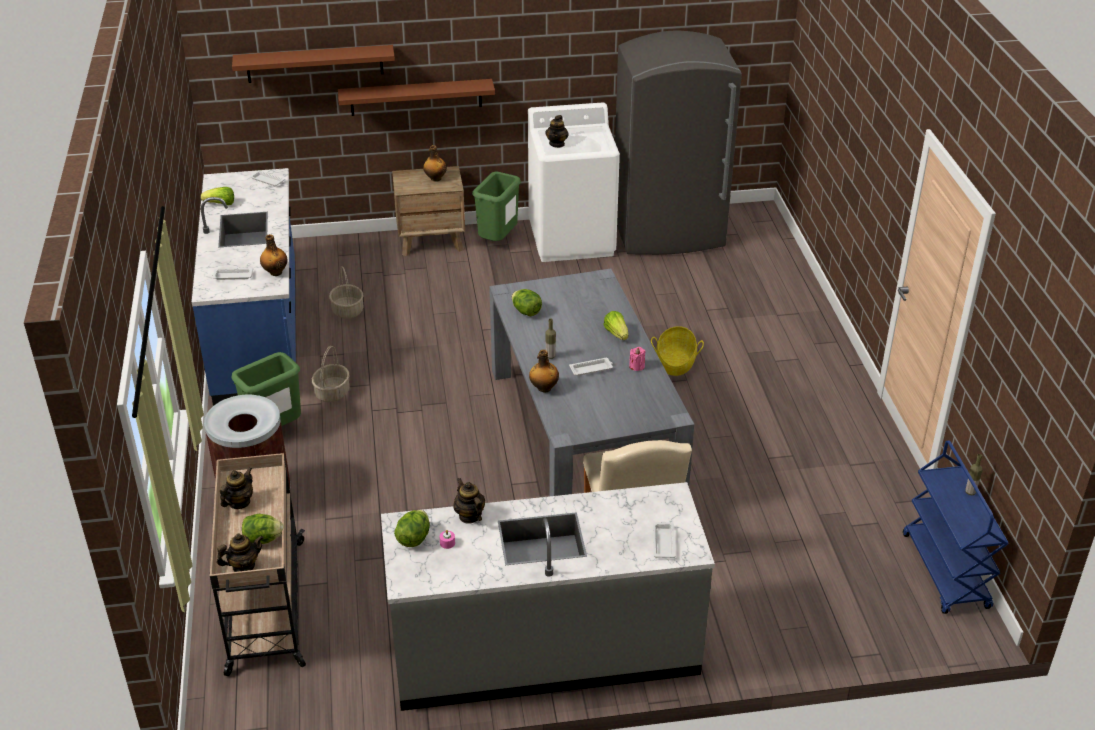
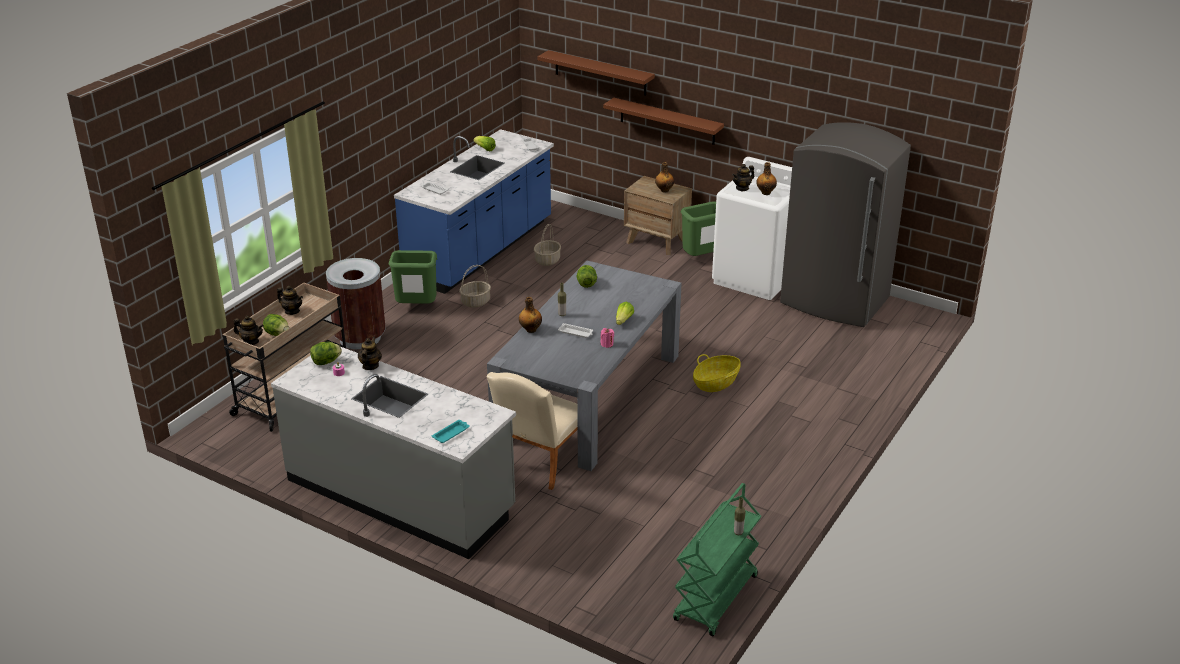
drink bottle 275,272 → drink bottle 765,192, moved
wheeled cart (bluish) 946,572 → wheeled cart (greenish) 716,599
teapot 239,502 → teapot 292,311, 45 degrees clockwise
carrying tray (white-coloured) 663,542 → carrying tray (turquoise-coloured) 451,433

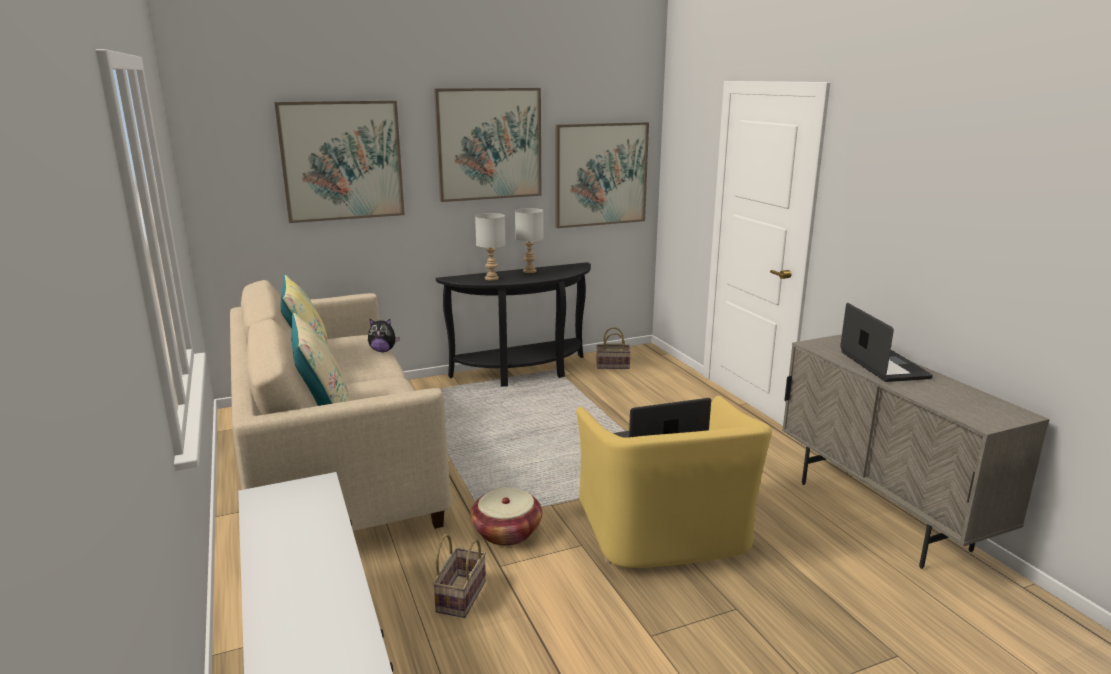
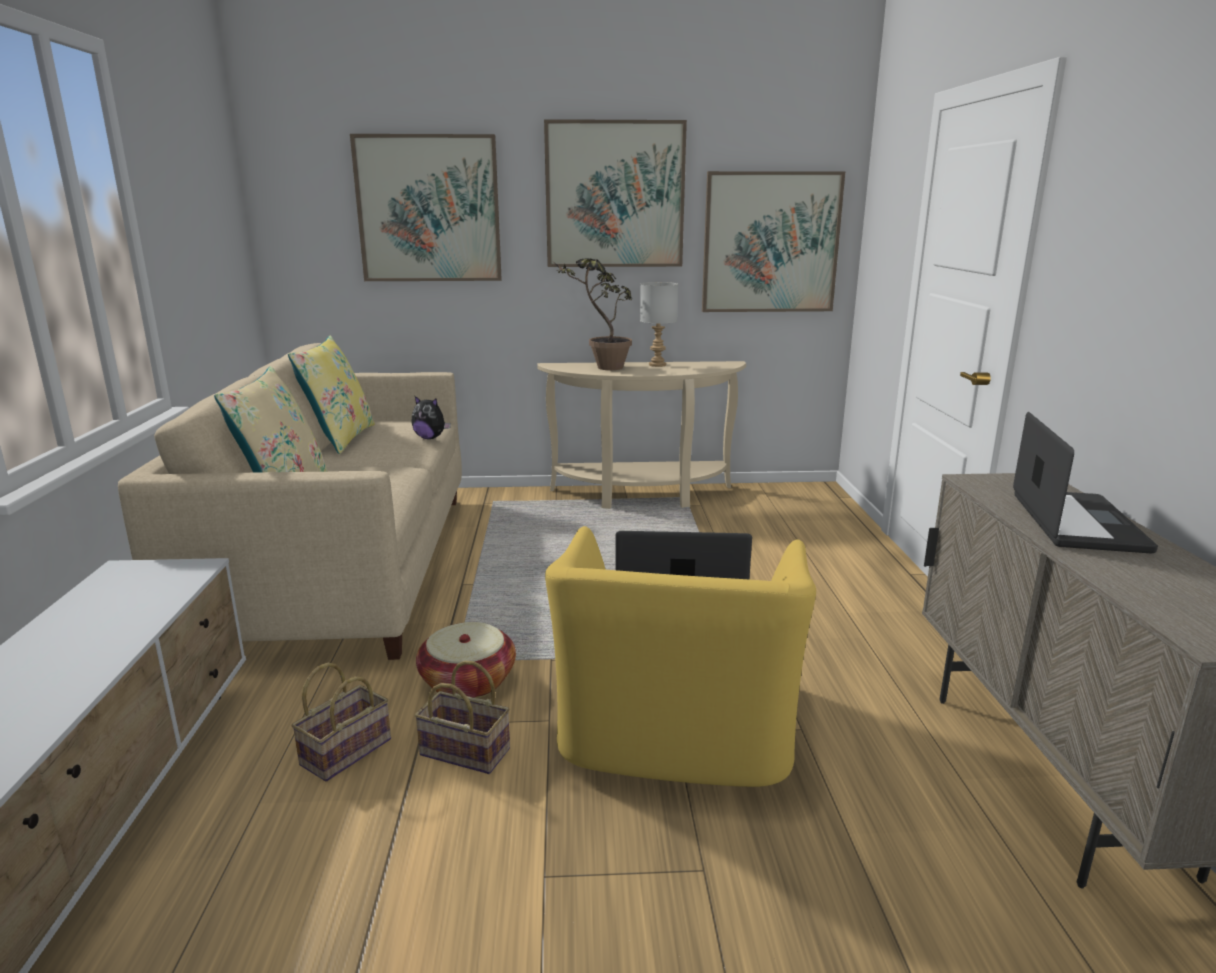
lamp for a table (greyish) 491,278 → plant in a pot 600,368
narrow table (blackish) 523,373 → narrow table (sand-coloured) 642,496
household basket 612,366 → household basket 462,752, moved

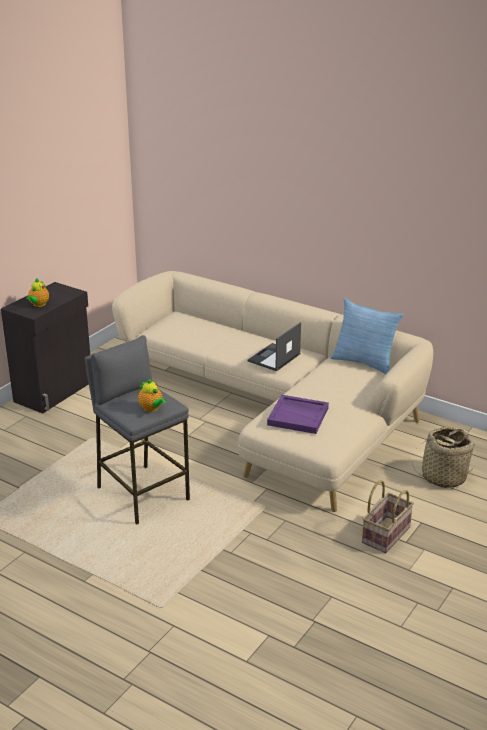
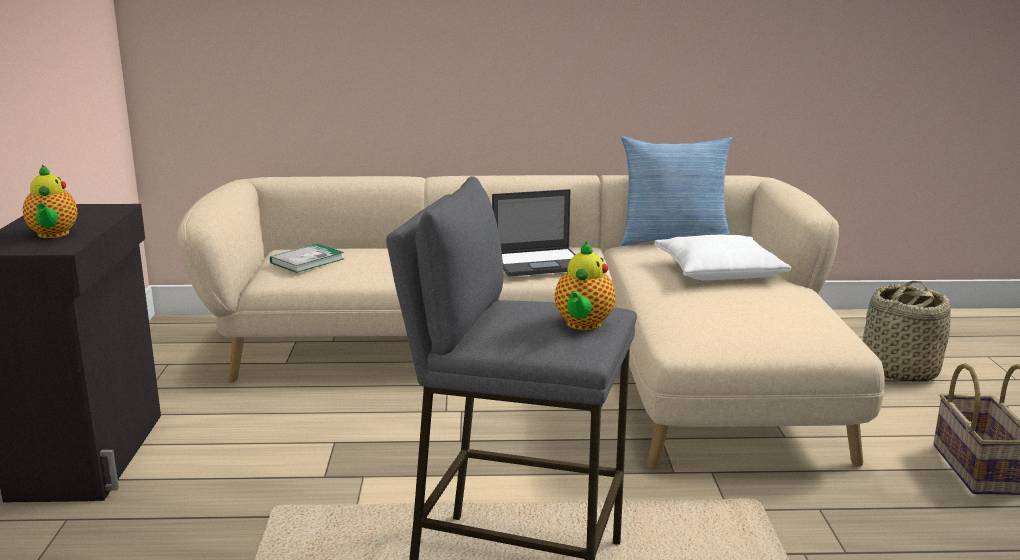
portable computer 274,358 → portable computer 540,263, 105 degrees counterclockwise
teapot 152,409 → teapot 583,325, 90 degrees clockwise
carrying tray (purplish) 298,416 → -
- → cushion (white-coloured) 718,270
- → volume 307,261

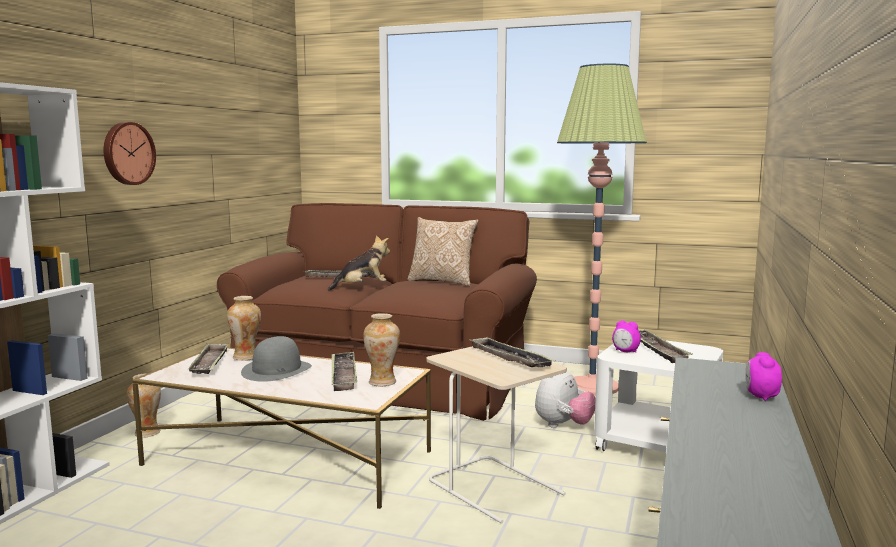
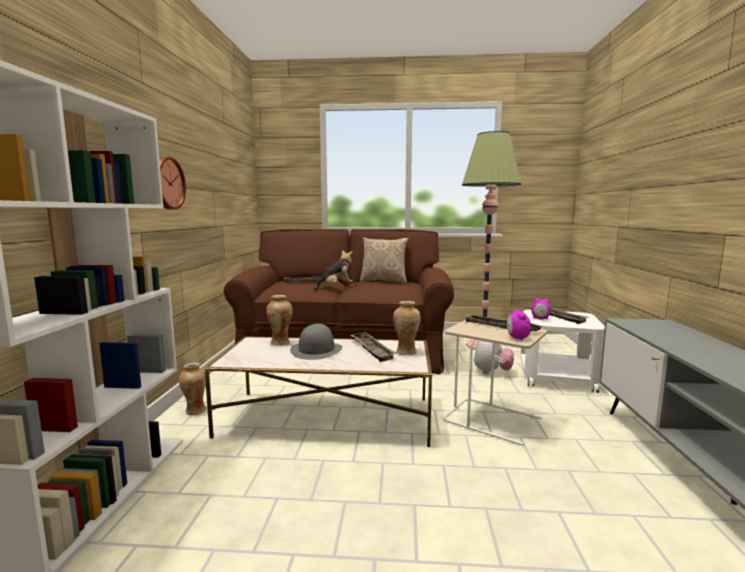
carrying tray 209,363 → -
alarm clock 761,397 → alarm clock 517,338, moved

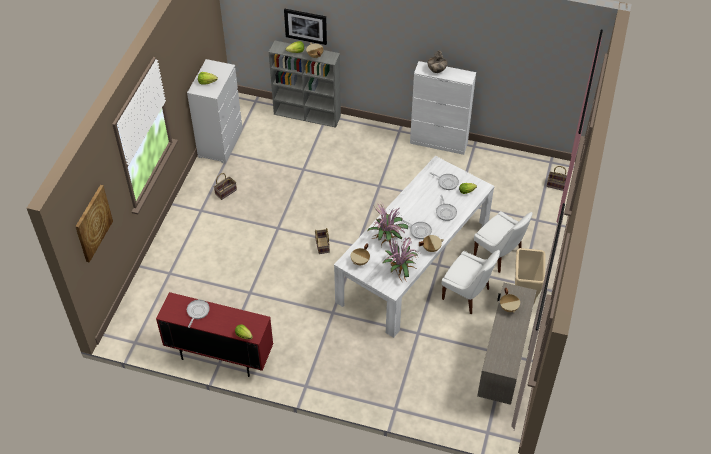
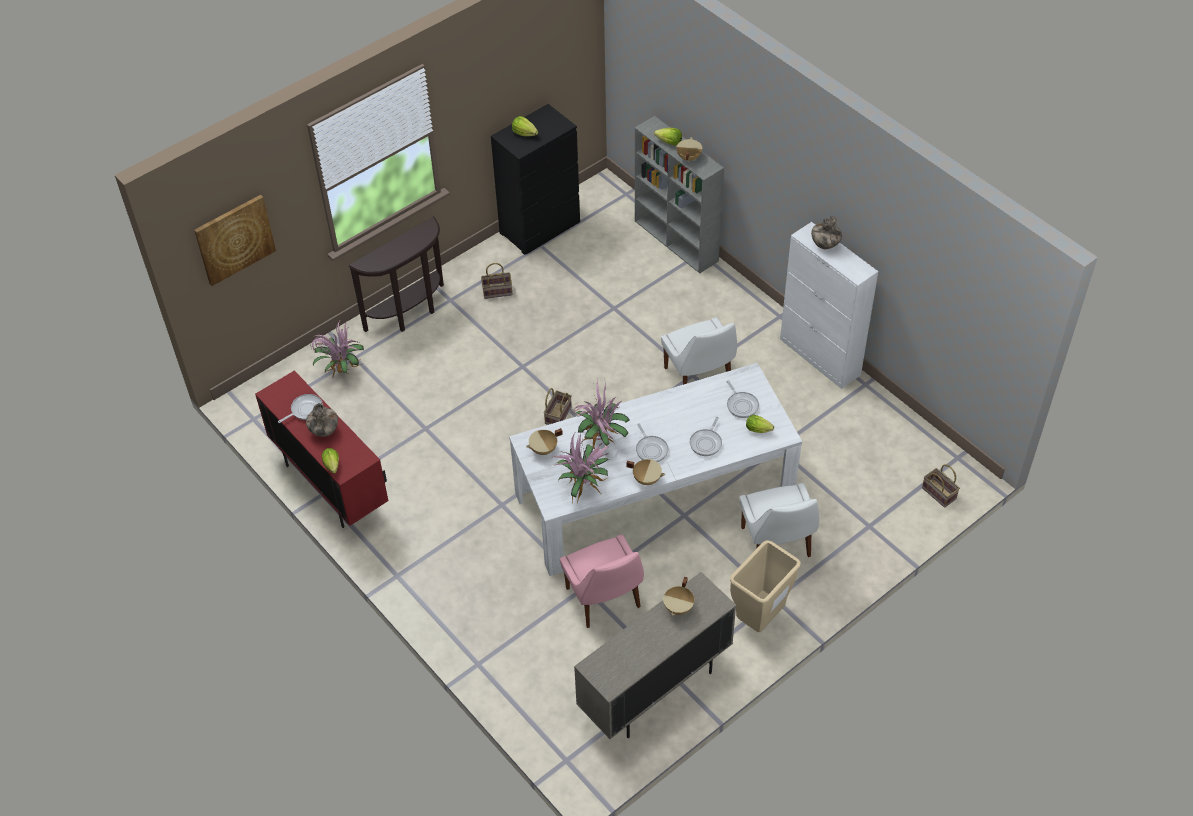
wall art 306,26 → -
chest of drawers (white-coloured) 220,143 → chest of drawers (blackish) 540,228
upright chair (white-coloured) 467,295 → upright chair (white-coloured) 699,377, moved
- → narrow table (brown-coloured) 410,313
- → plant in a pot 341,370
- → vase 324,430
- → upright chair (pinkish) 604,600

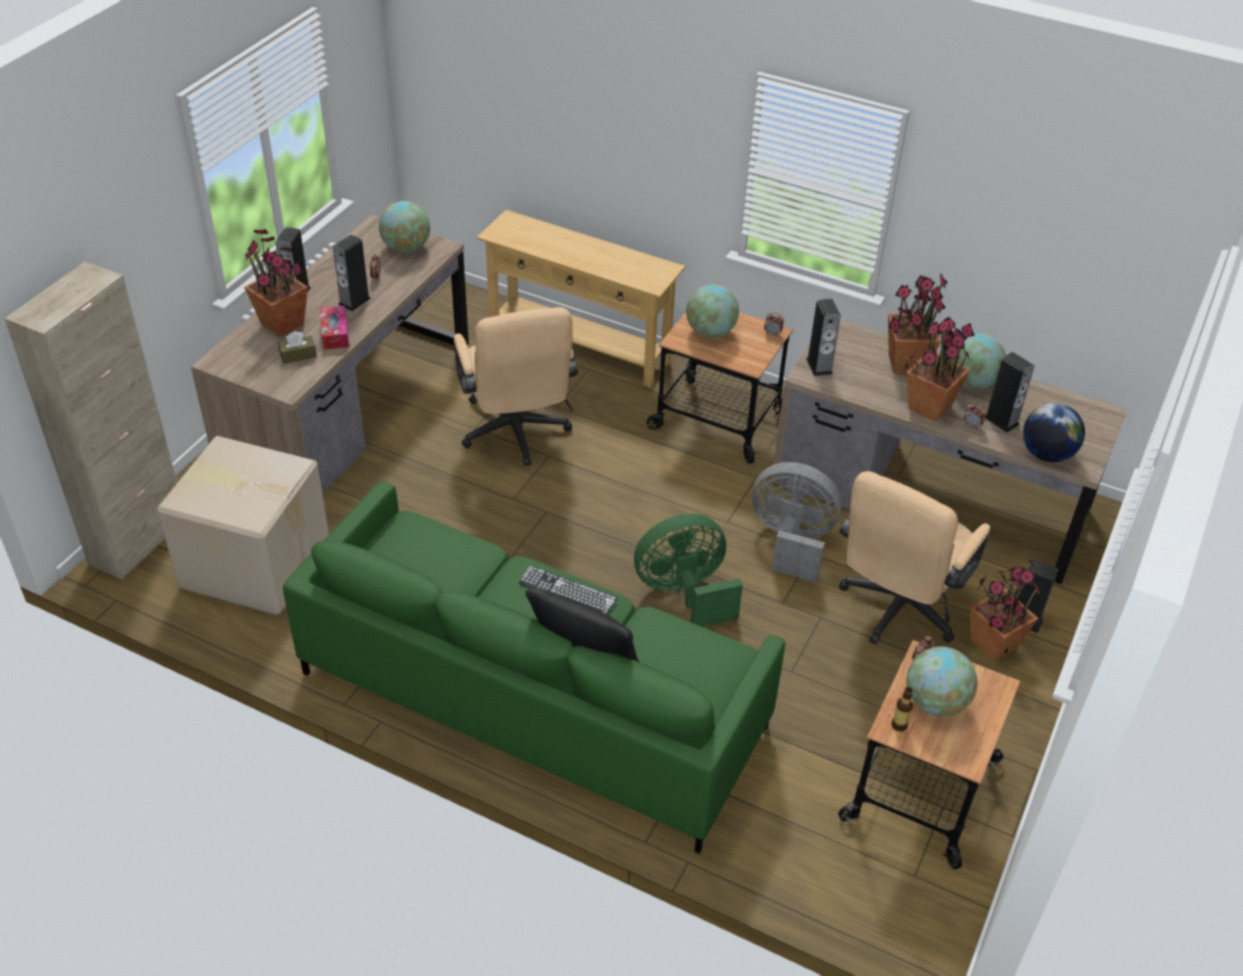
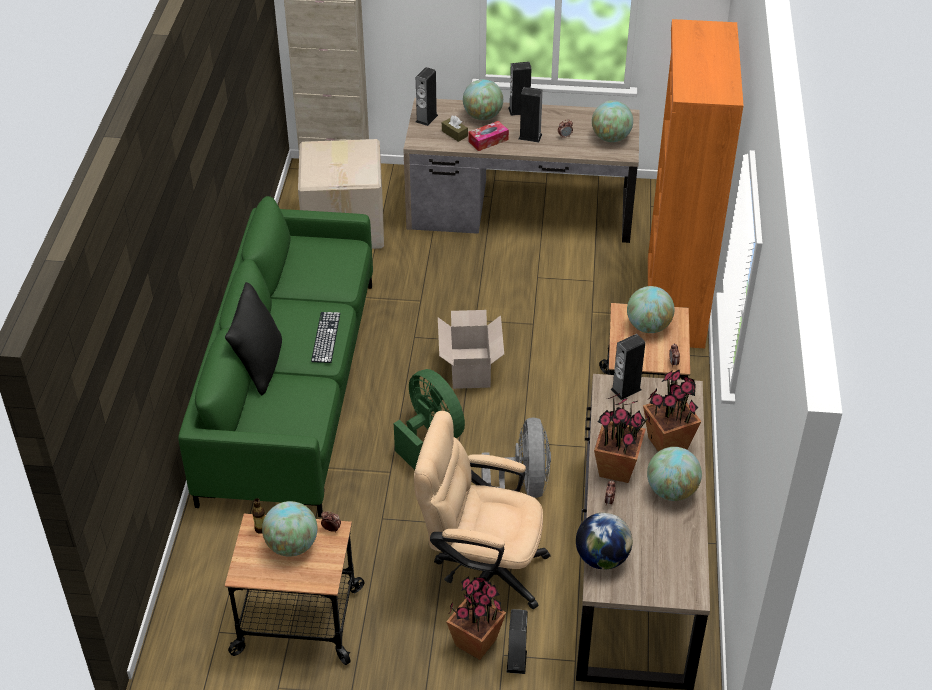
narrow table (sand-coloured) 579,346 → bookcase (orange-coloured) 674,301
plant in a pot 283,324 → globe 482,116
desk chair (sand-coloured) 516,435 → -
speaker 1001,420 → speaker 426,118, moved
- → carton 470,367

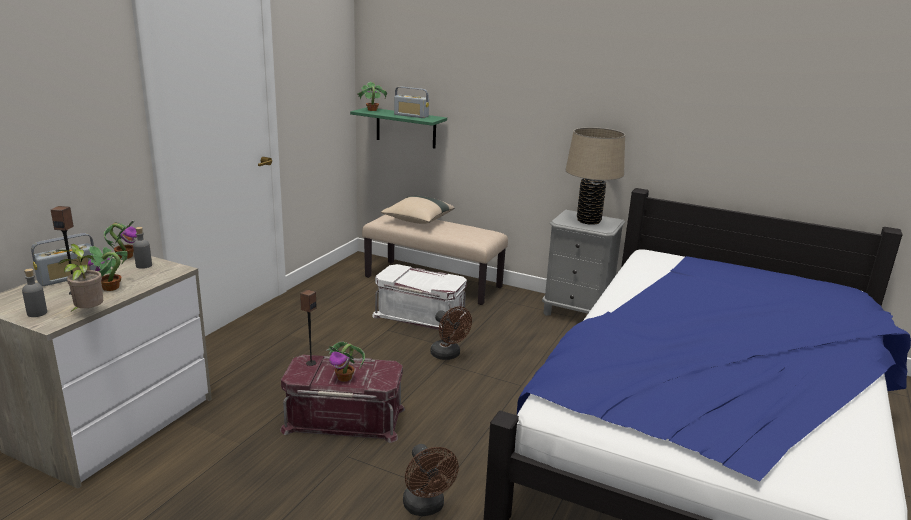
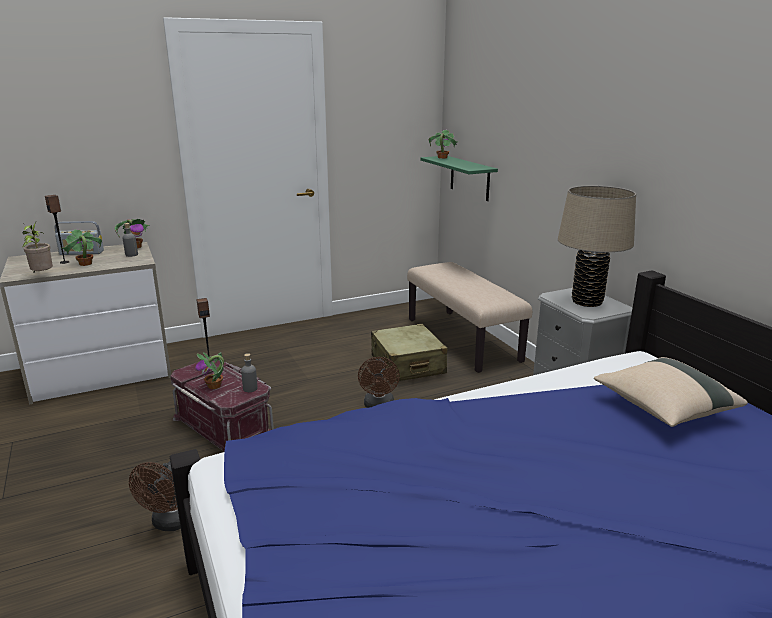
radio 411,115 → -
cushion (sand-coloured) 417,221 → cushion (sand-coloured) 663,408, moved
storage container (white-coloured) 420,315 → travel case (sand-coloured) 407,365
drink bottle (greyish) 37,313 → drink bottle (greyish) 250,388, moved

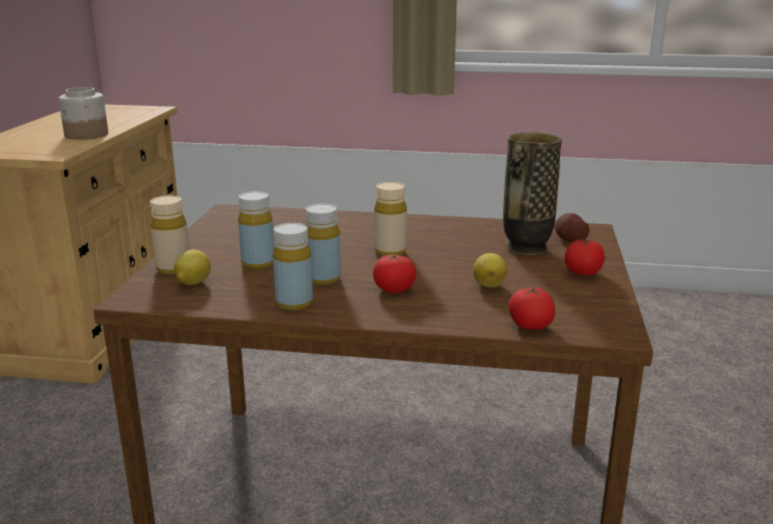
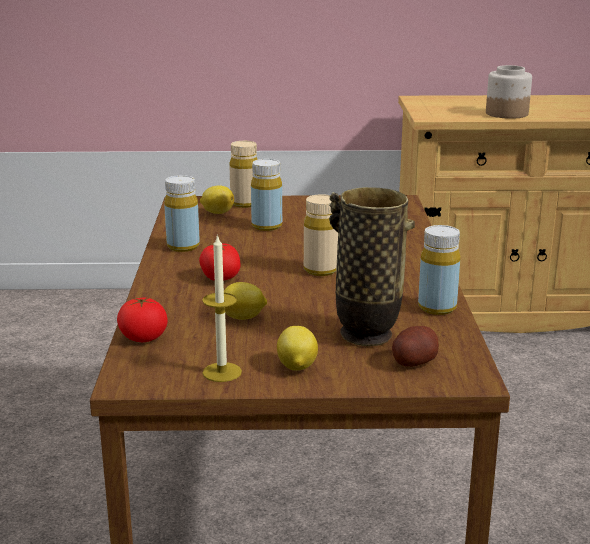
drink bottle (yellow) 323,279 → drink bottle (yellow) 437,308, moved
tomato 582,273 → citrus fruit 296,367
- → candle 222,372

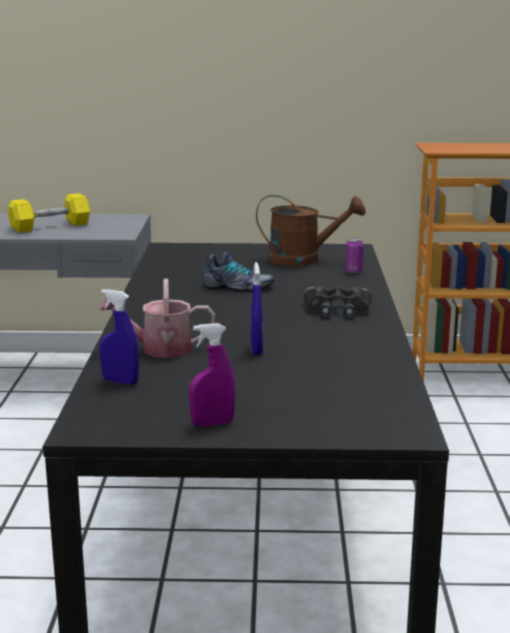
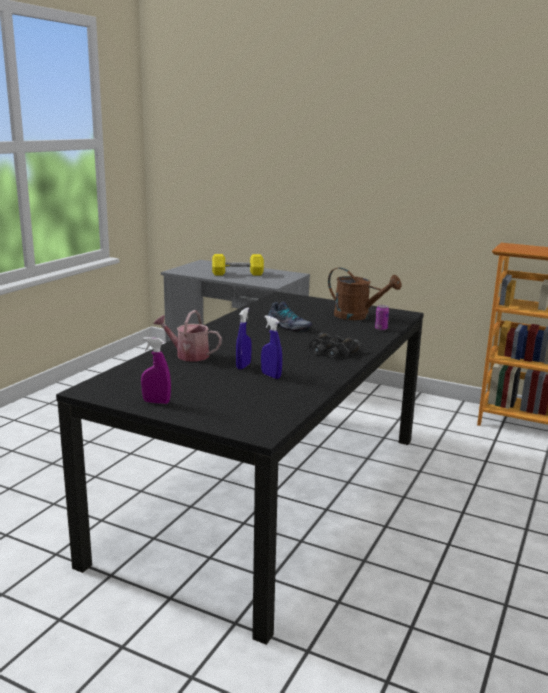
spray bottle (bluish) 120,382 → spray bottle (bluish) 271,376, moved

